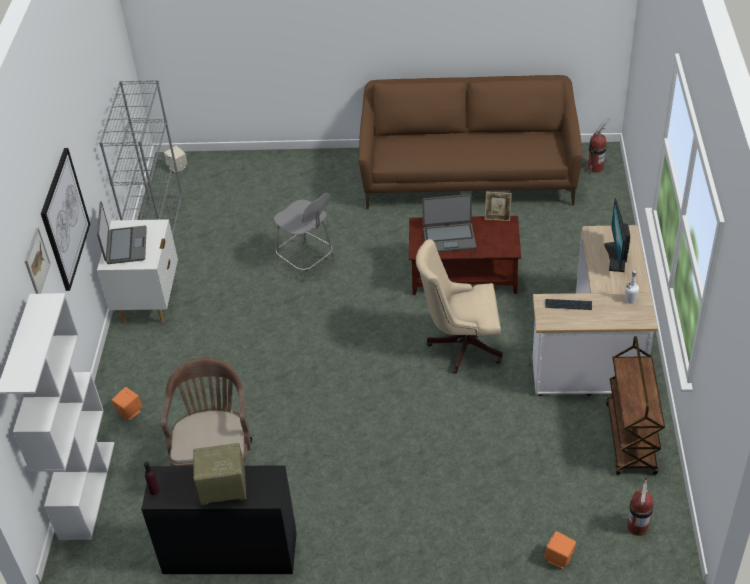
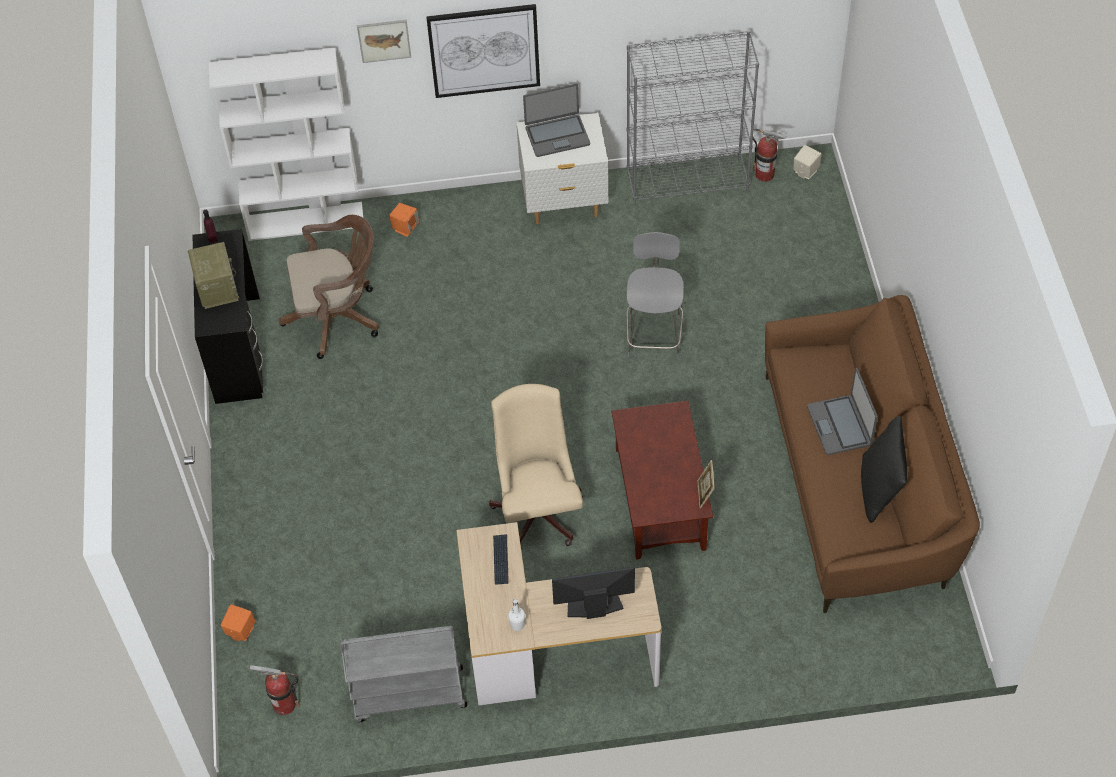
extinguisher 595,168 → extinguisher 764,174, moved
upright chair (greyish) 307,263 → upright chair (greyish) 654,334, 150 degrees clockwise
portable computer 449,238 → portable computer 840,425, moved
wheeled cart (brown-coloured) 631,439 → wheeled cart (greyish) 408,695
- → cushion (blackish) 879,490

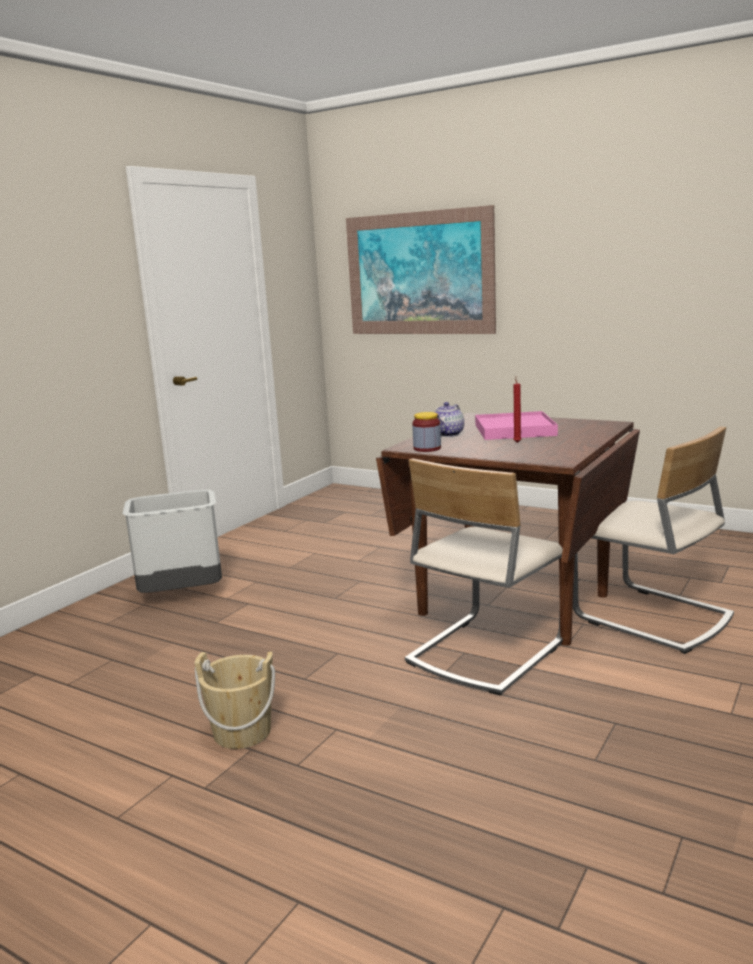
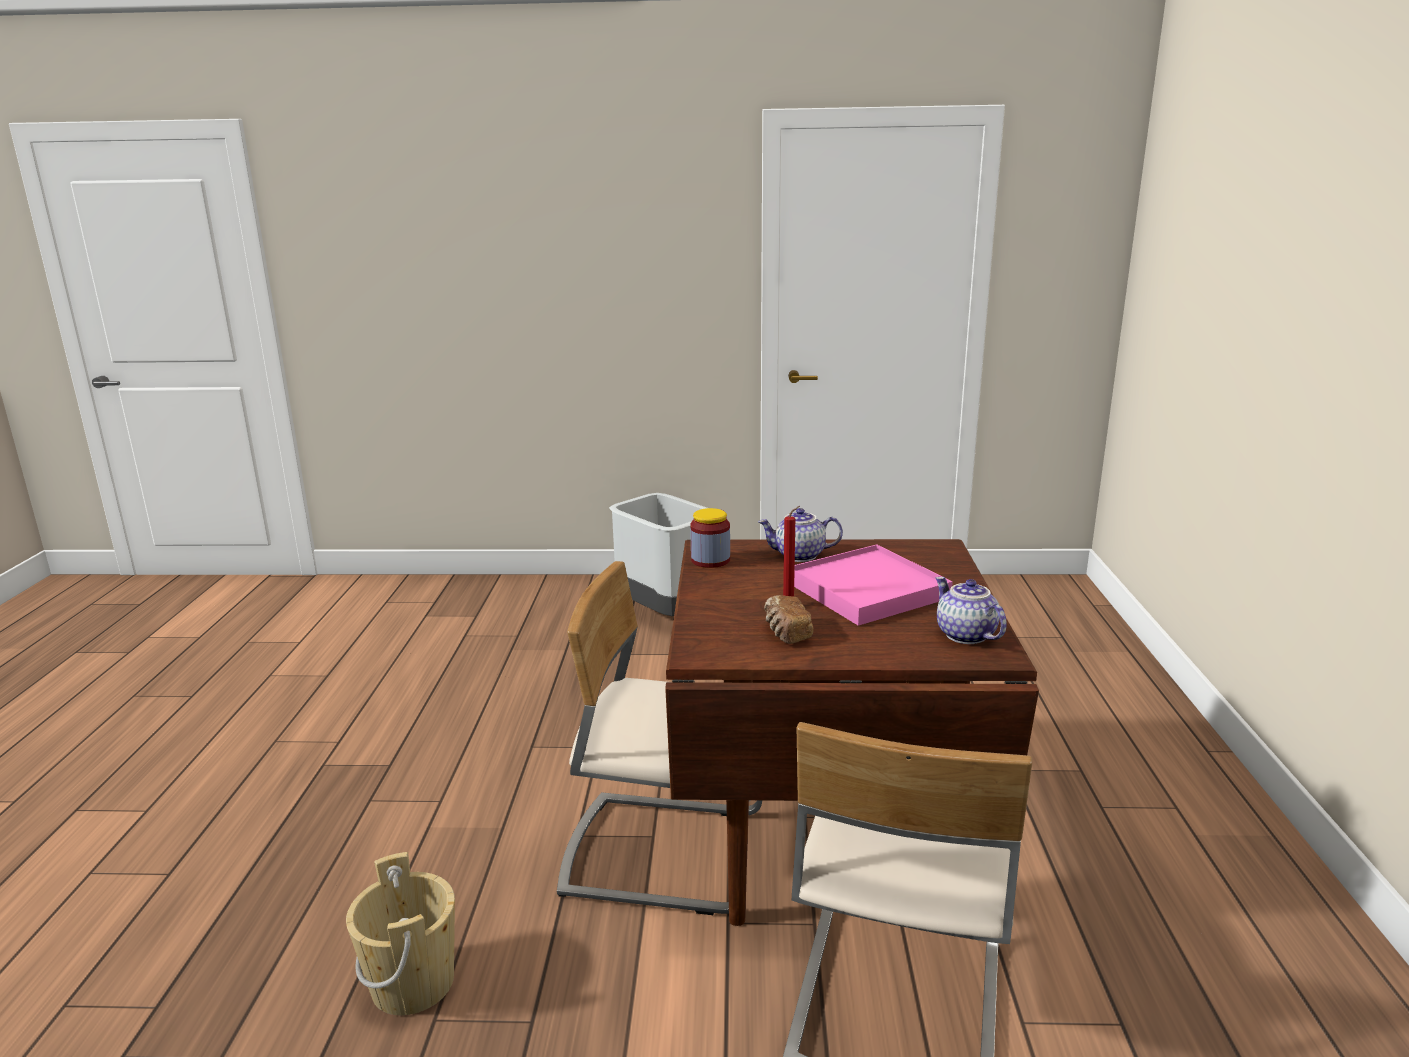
wall art 419,274 → -
pail (sand-coloured) 242,732 → pail (sand-coloured) 413,983, moved
- → teapot 964,635
- → bread 786,633

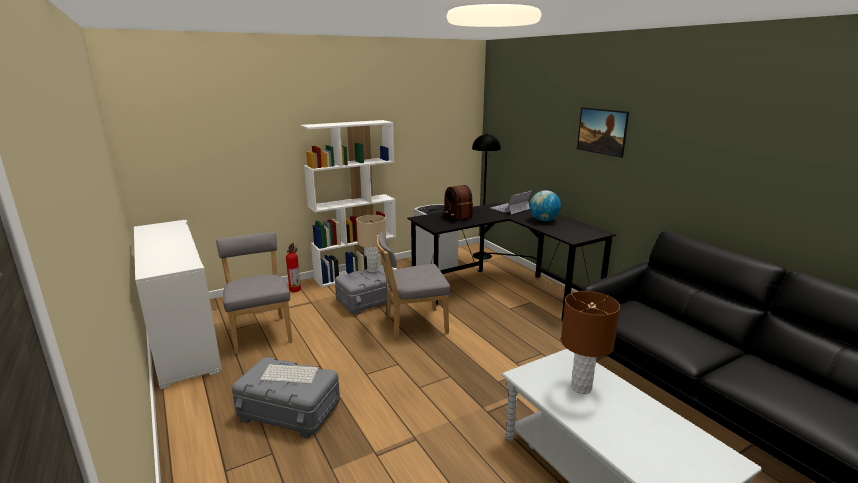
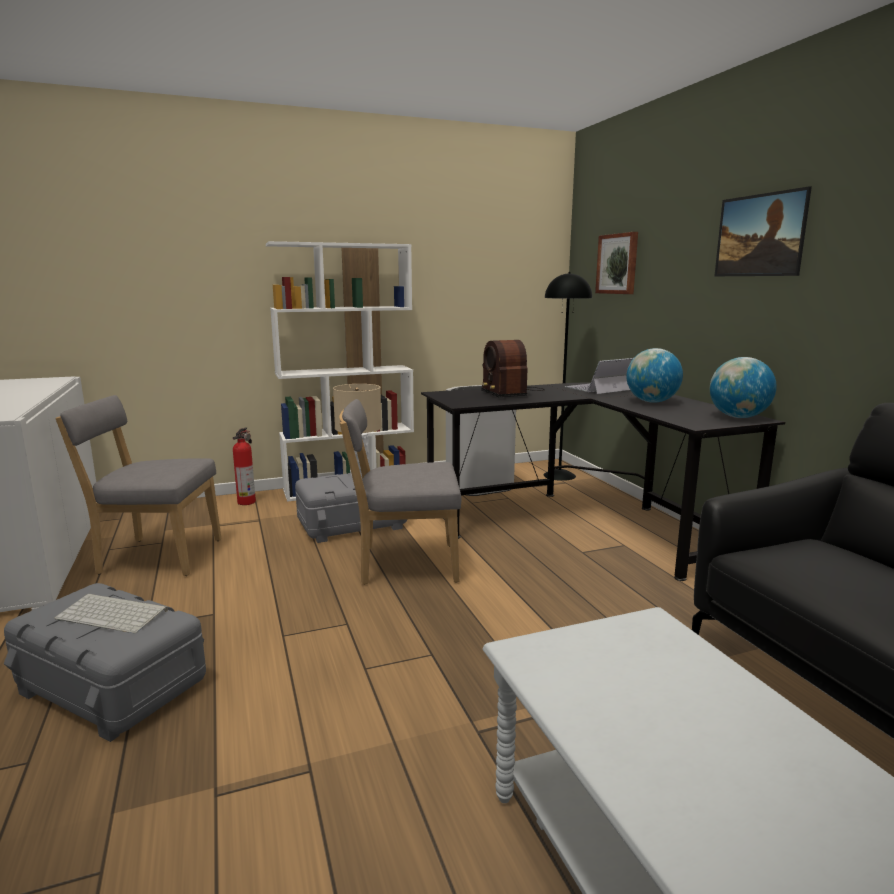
upright chair (greyish) 261,333 → upright chair (greyish) 155,556, 75 degrees counterclockwise
lamp for a table (brown-coloured) 581,388 → -
- → wall art 618,264
- → globe 738,417

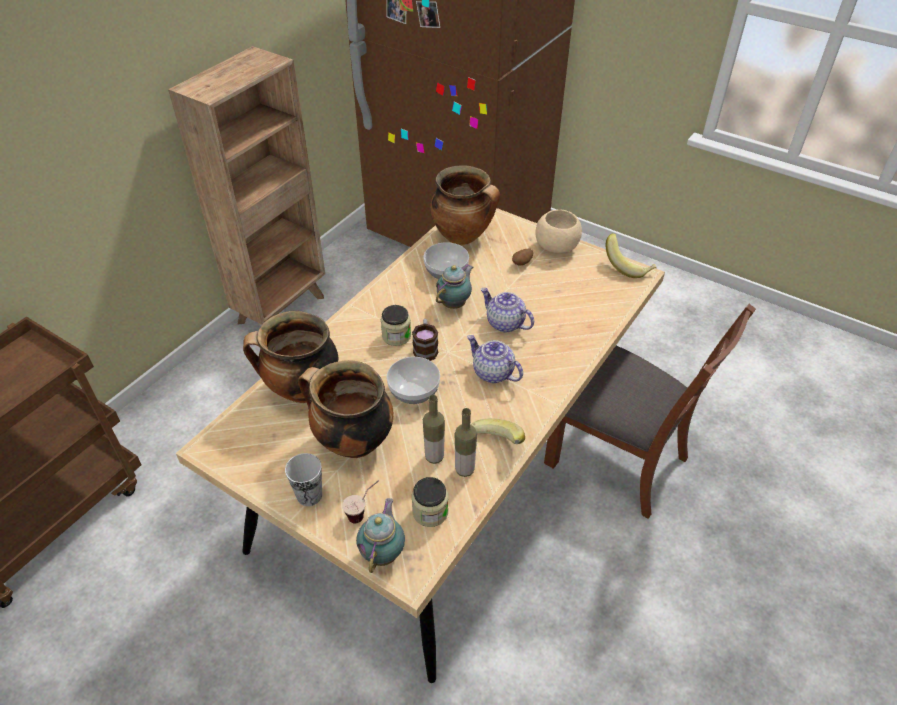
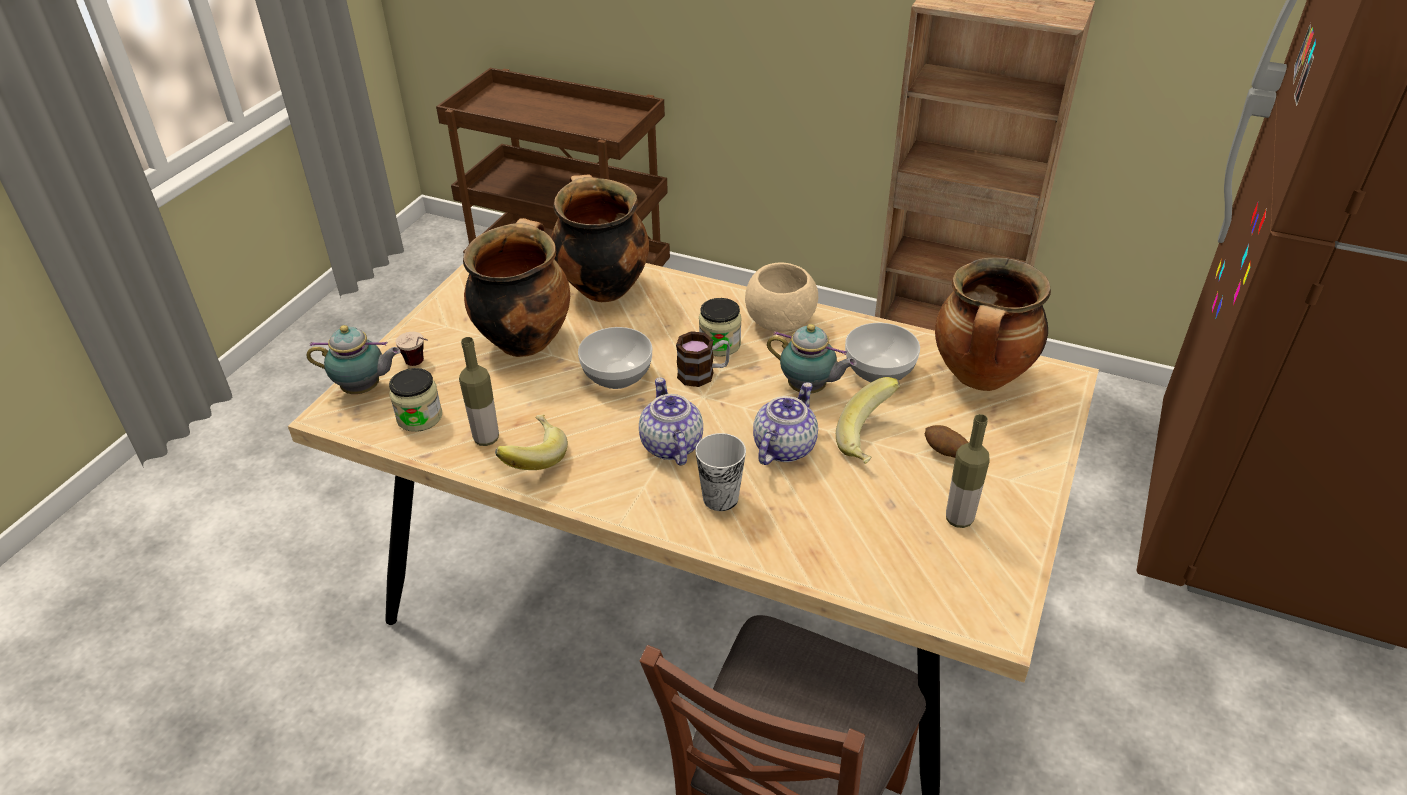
bowl (sand-coloured) 556,246 → bowl (sand-coloured) 780,321, moved
banana fruit 628,266 → banana fruit 870,440, moved
teapot 492,373 → teapot 670,445, 45 degrees counterclockwise
drink bottle 434,457 → drink bottle 959,519, moved
cup 309,495 → cup 720,498, moved

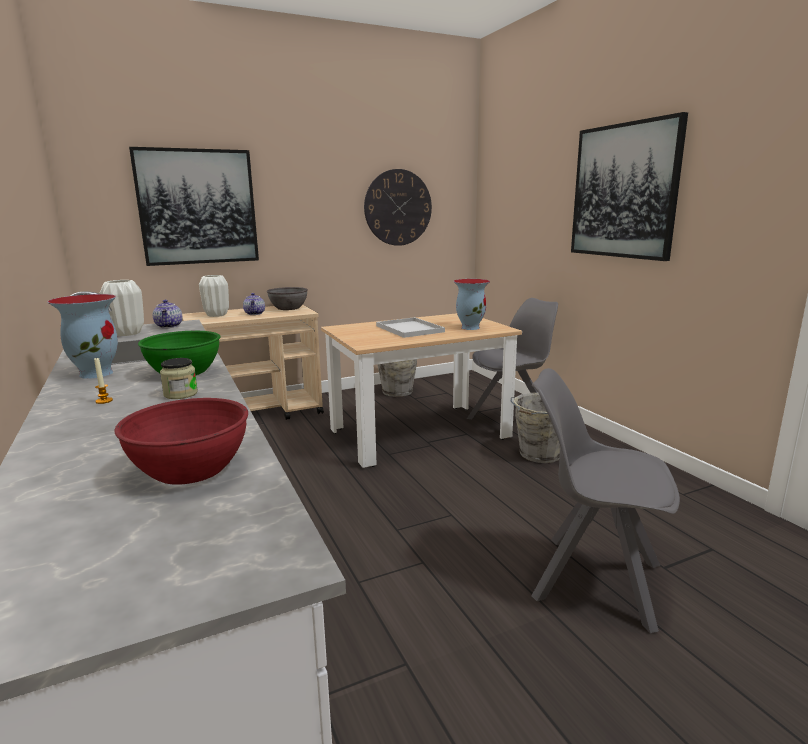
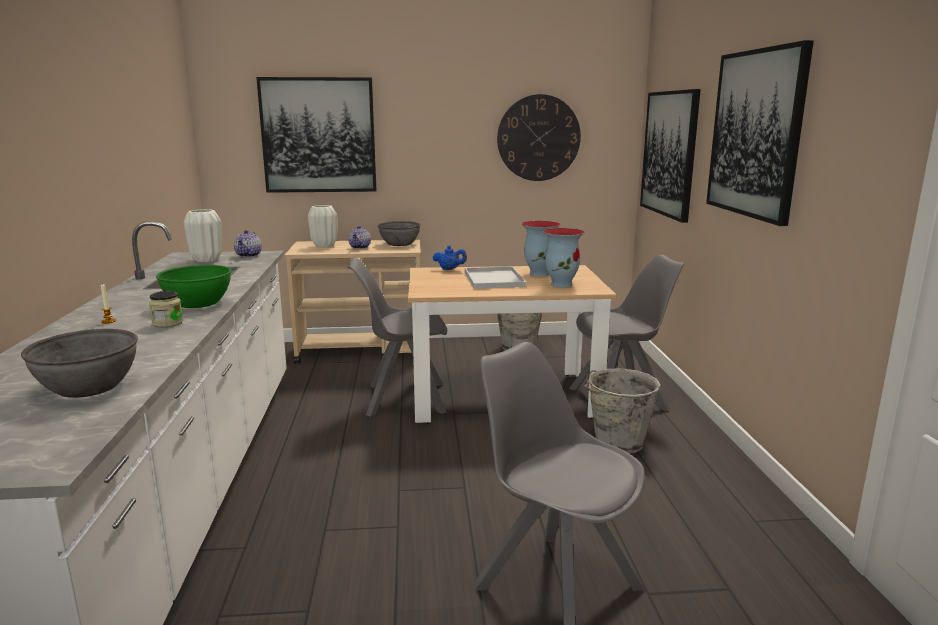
vase 96,373 → vase 539,273, moved
bowl (red-coloured) 190,469 → bowl (greyish) 88,387
- → wall art 669,153
- → teapot (bluish) 449,269
- → upright chair (greyish) 403,399

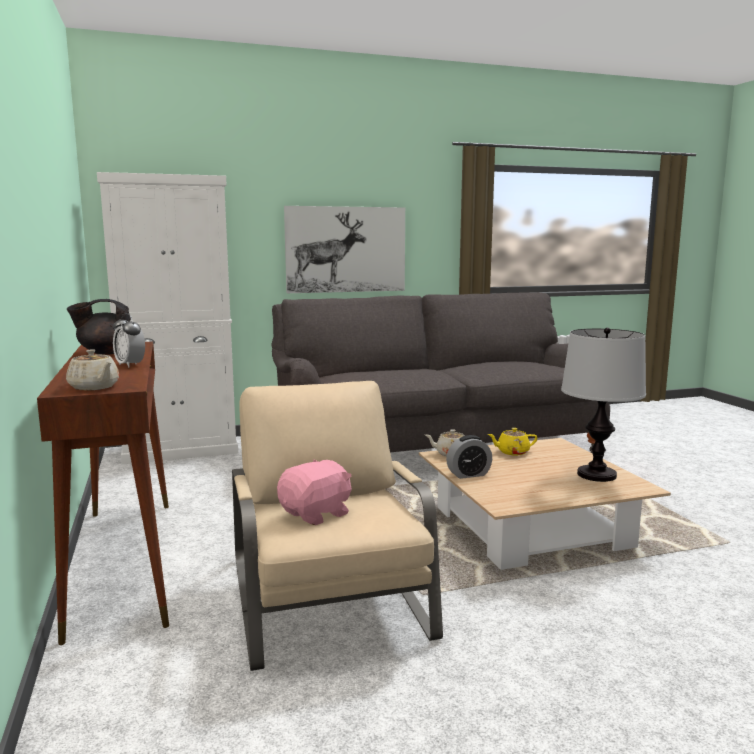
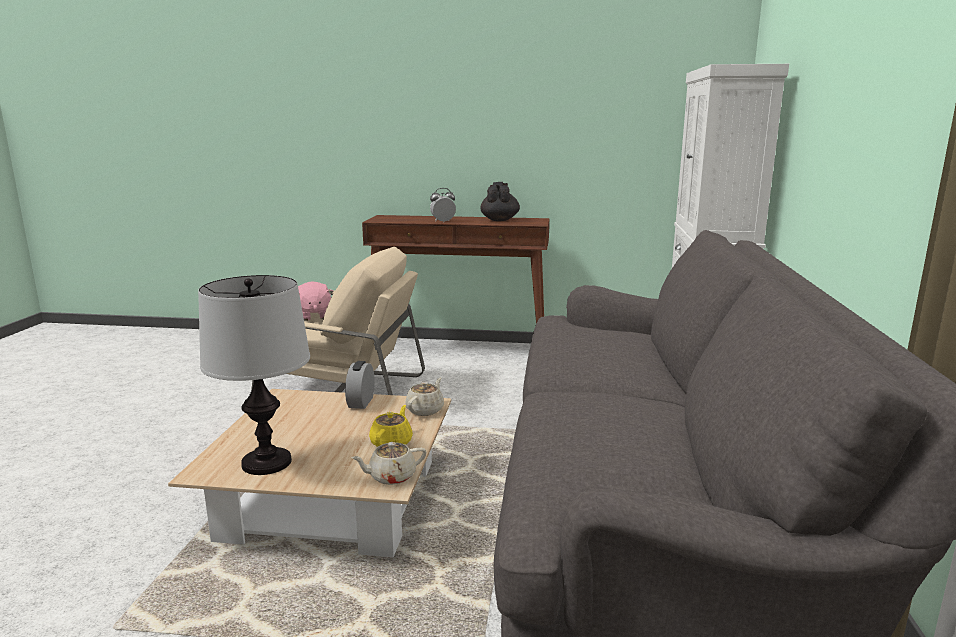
wall art 346,249 → -
teapot (sand-coloured) 94,387 → teapot (sand-coloured) 391,476, moved

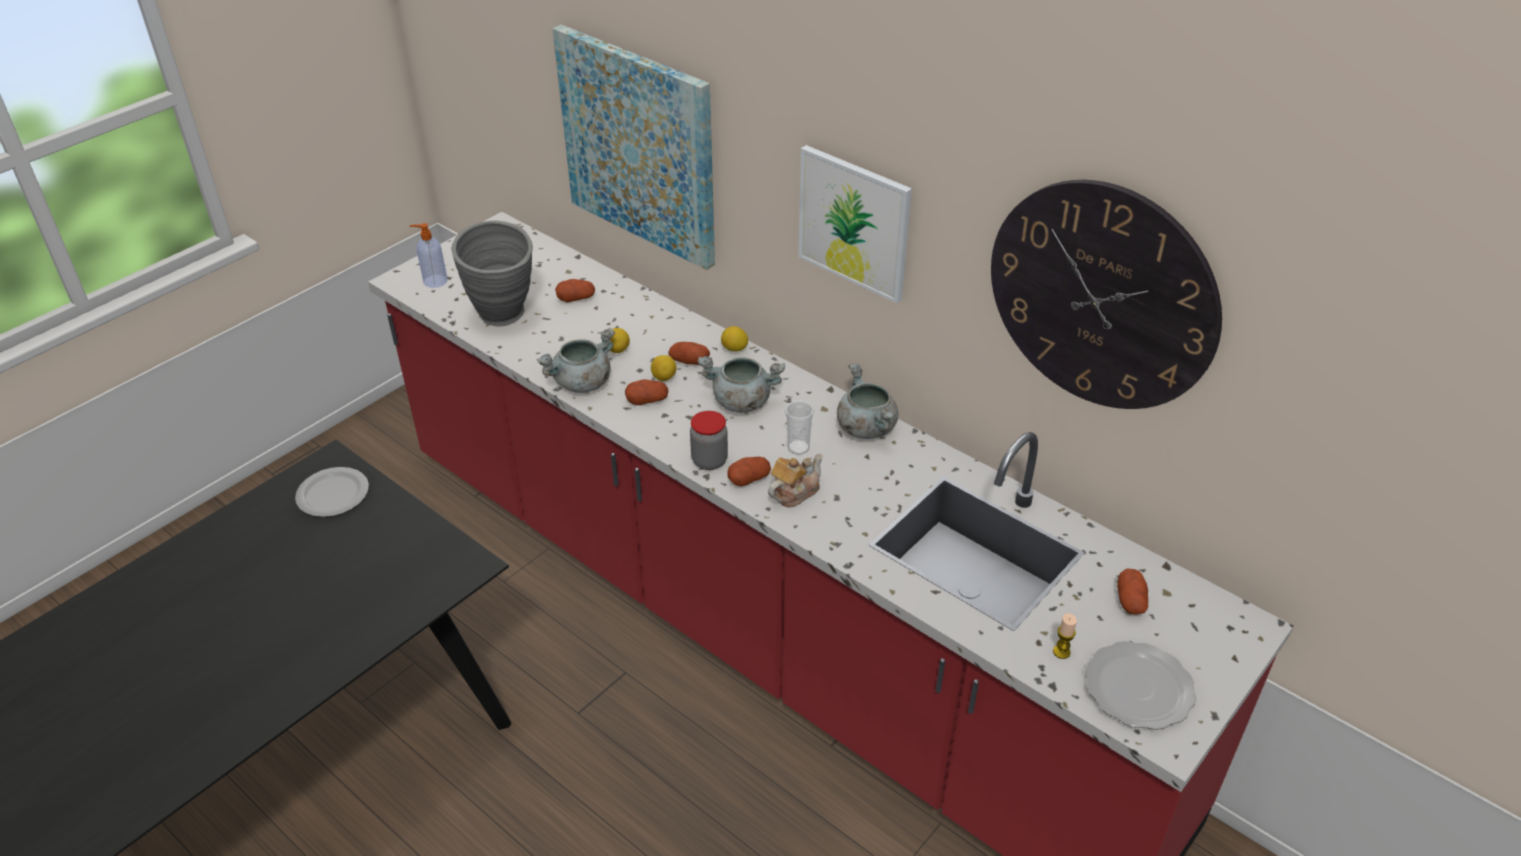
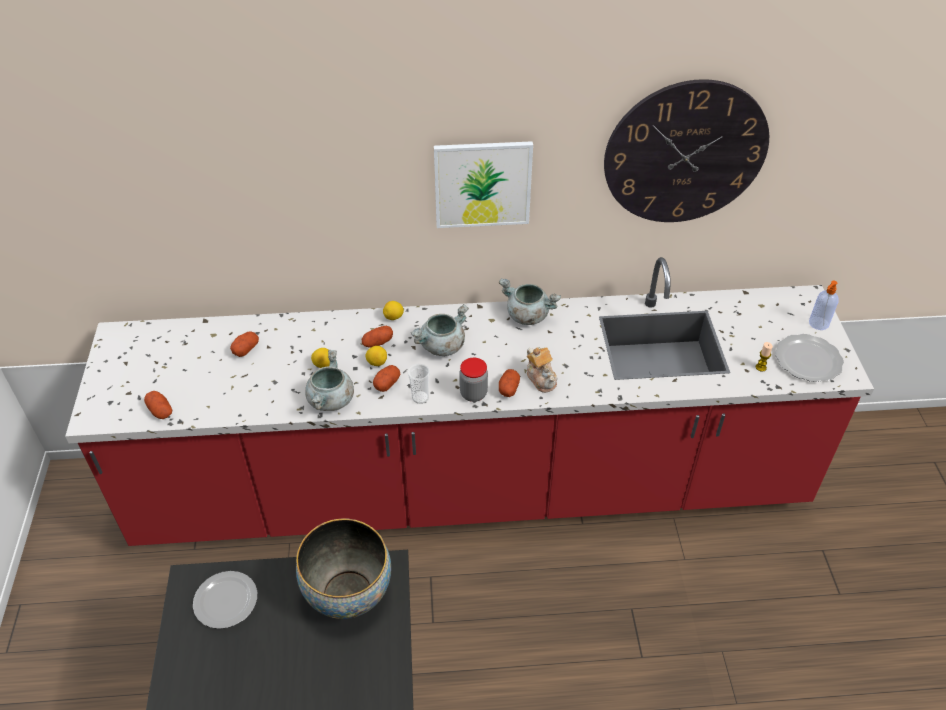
wall art 639,146 → -
vase (greyish) 505,319 → -
soap bottle 434,281 → soap bottle 818,324, moved
cup 798,447 → cup 420,397, moved
teapot 794,492 → teapot 541,378, 150 degrees clockwise
spud 1130,600 → spud 160,411, moved
- → bowl 348,594

